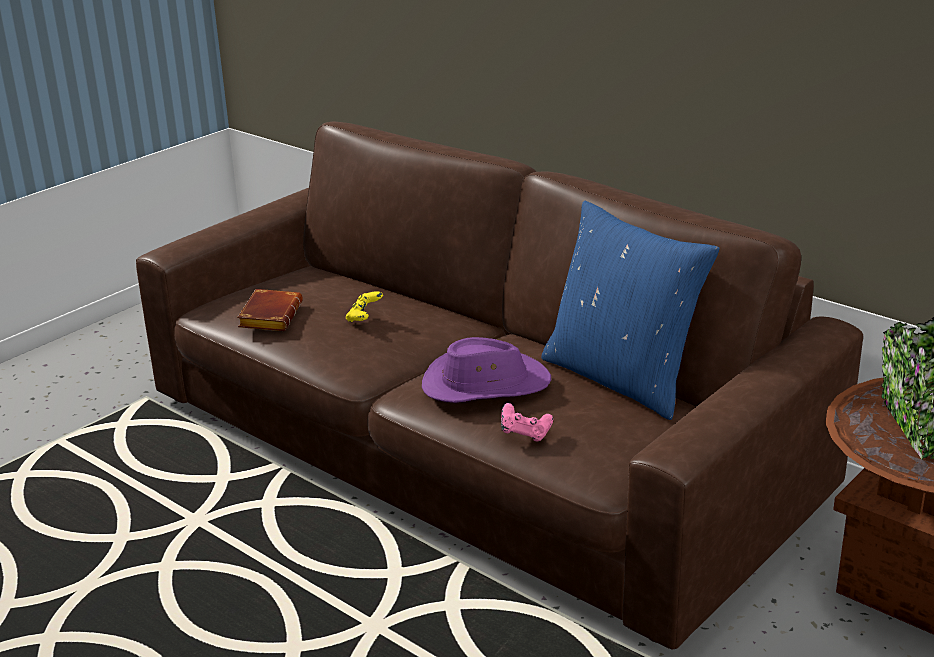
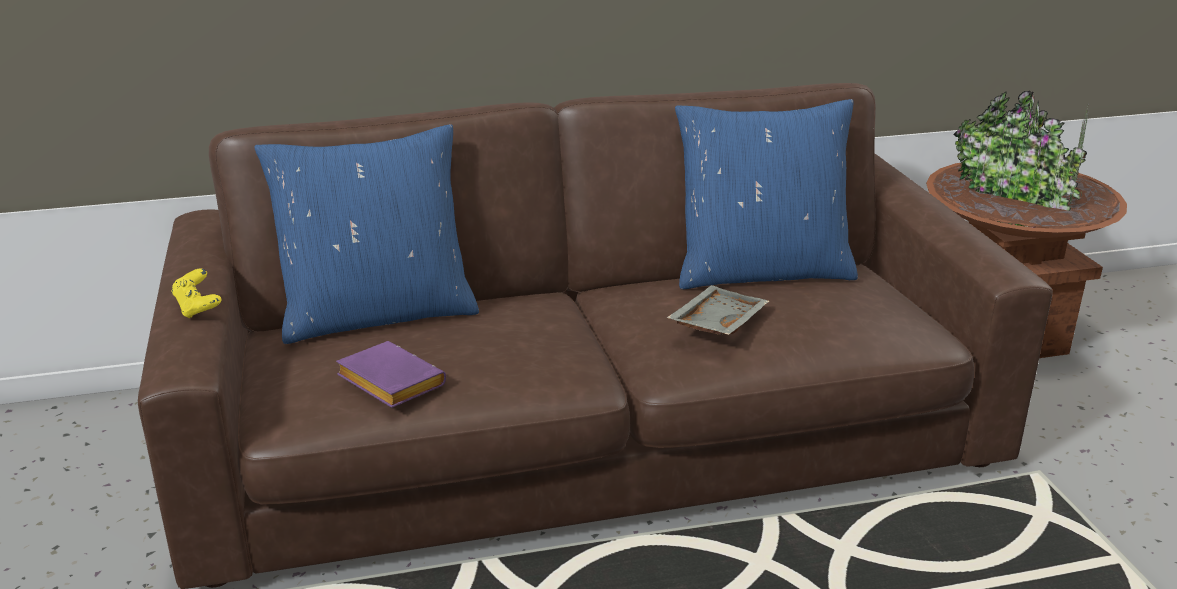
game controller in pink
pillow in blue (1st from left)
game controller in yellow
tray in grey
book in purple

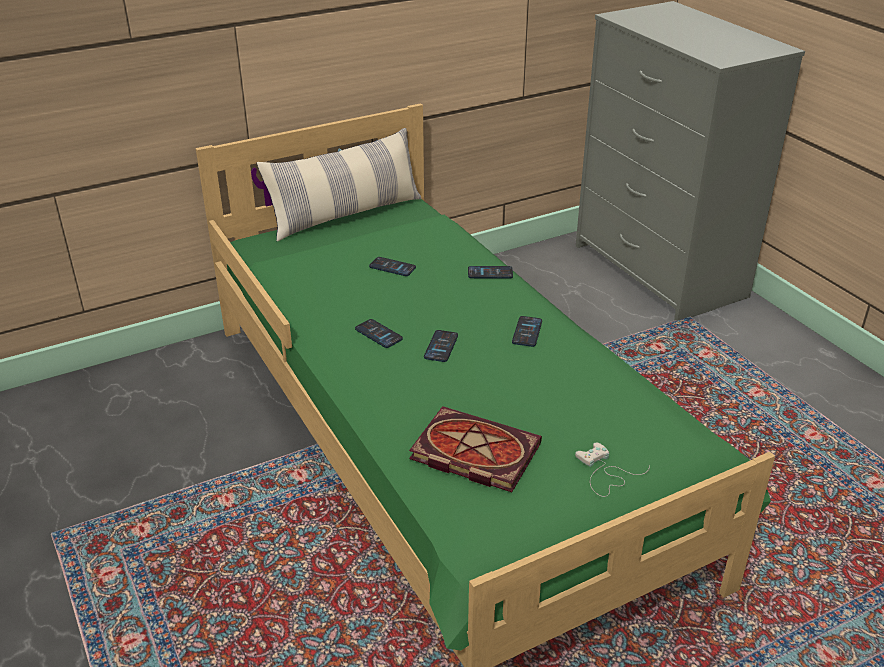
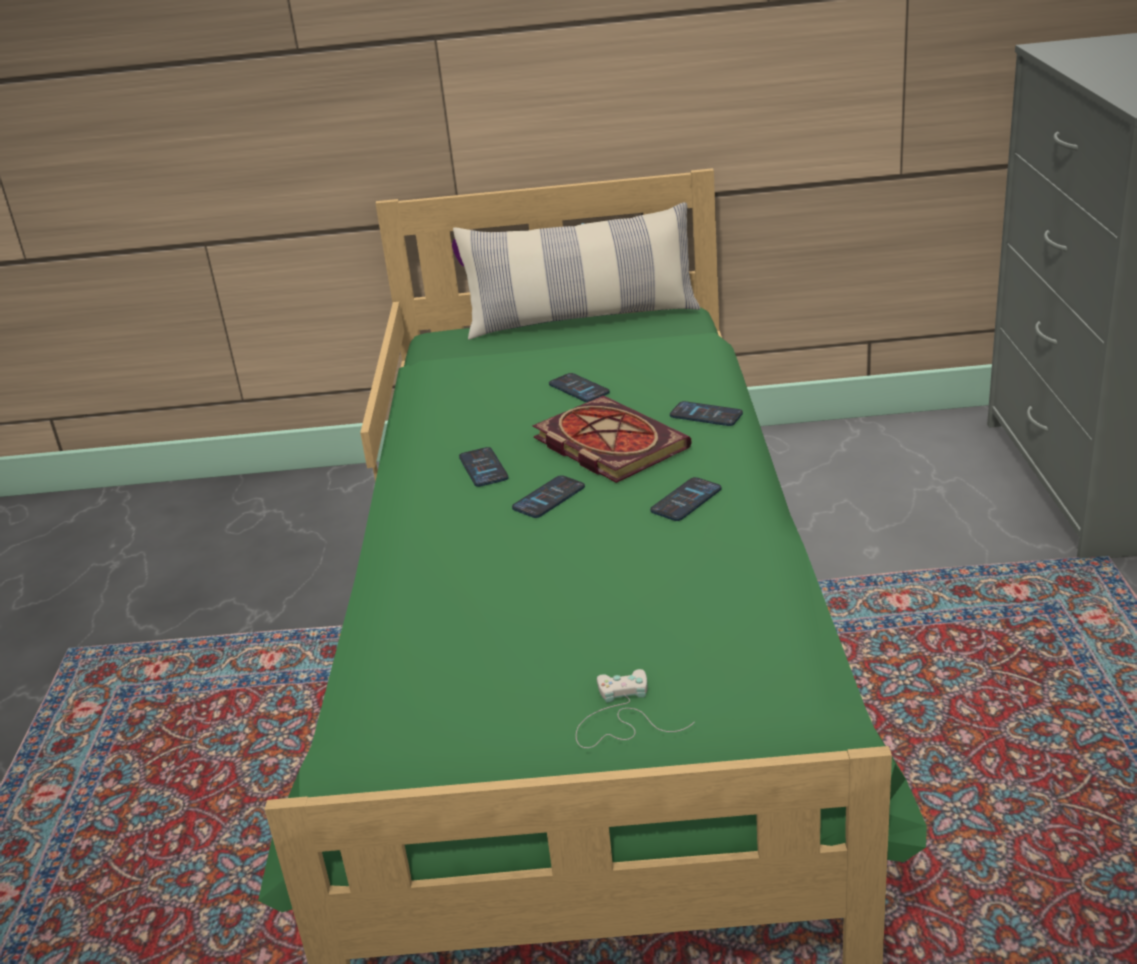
book

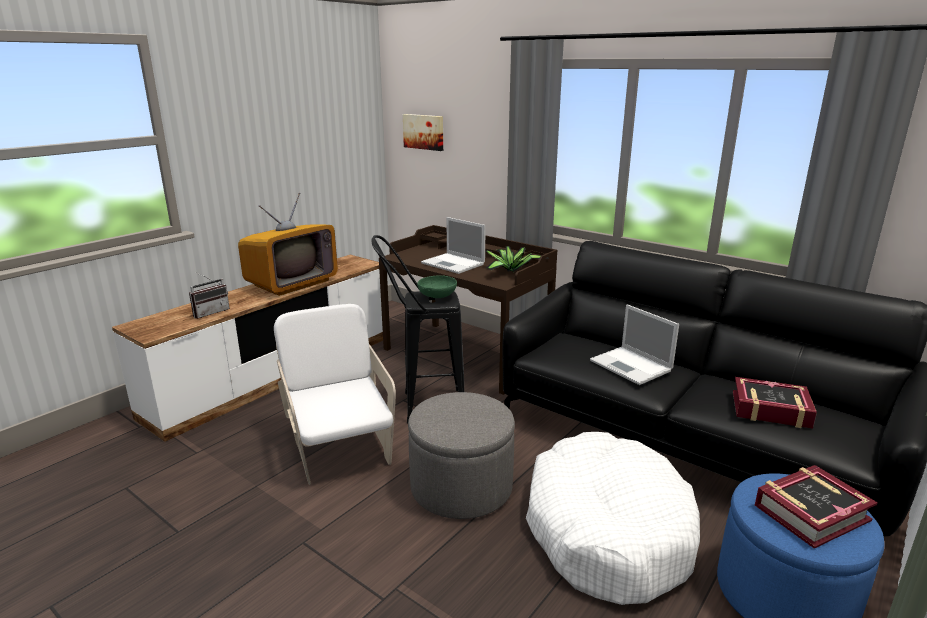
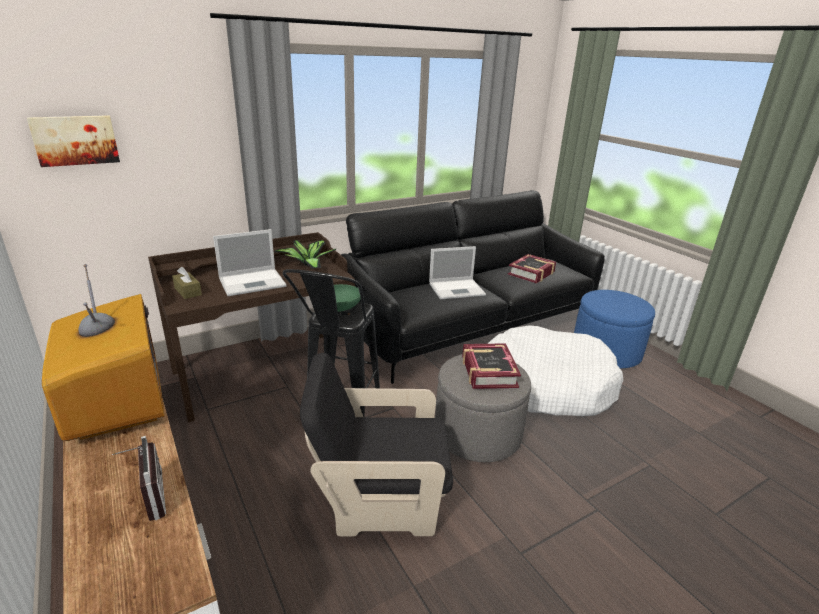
tissue box in brown
book (1st from left)
armchair in black

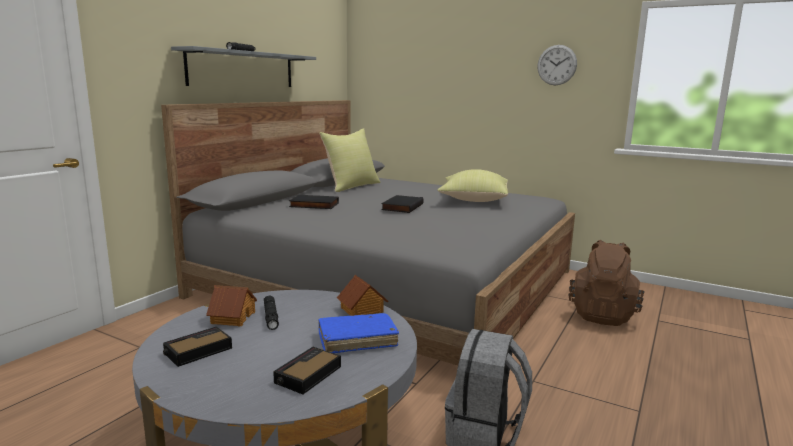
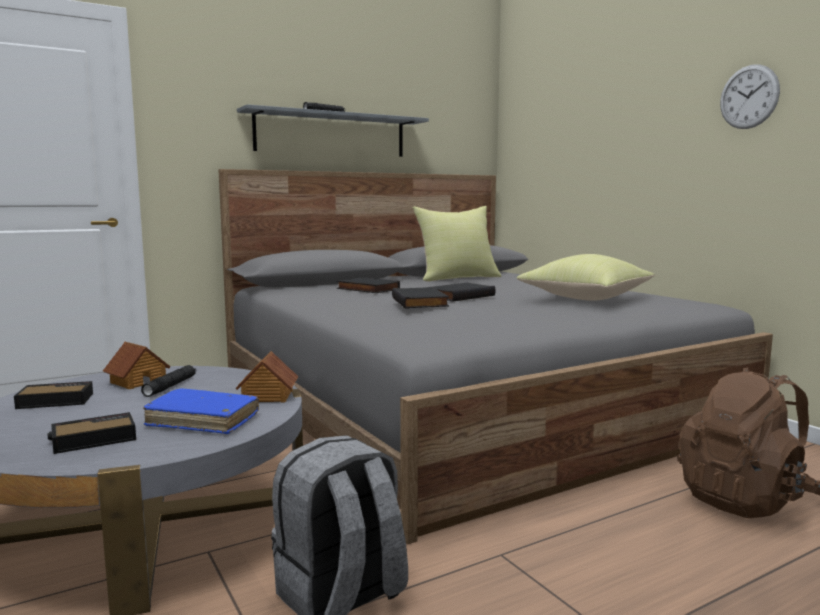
book in black (2nd from left)

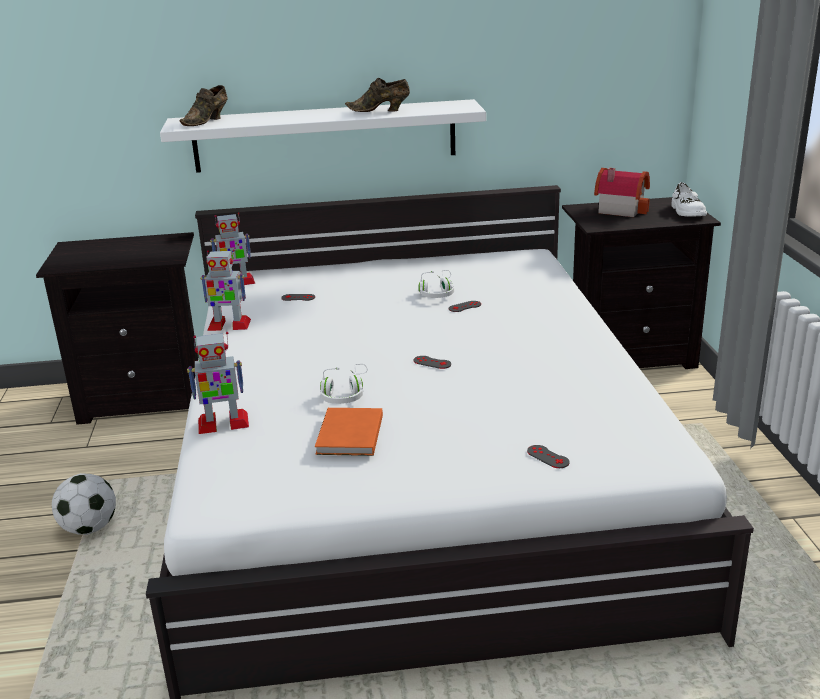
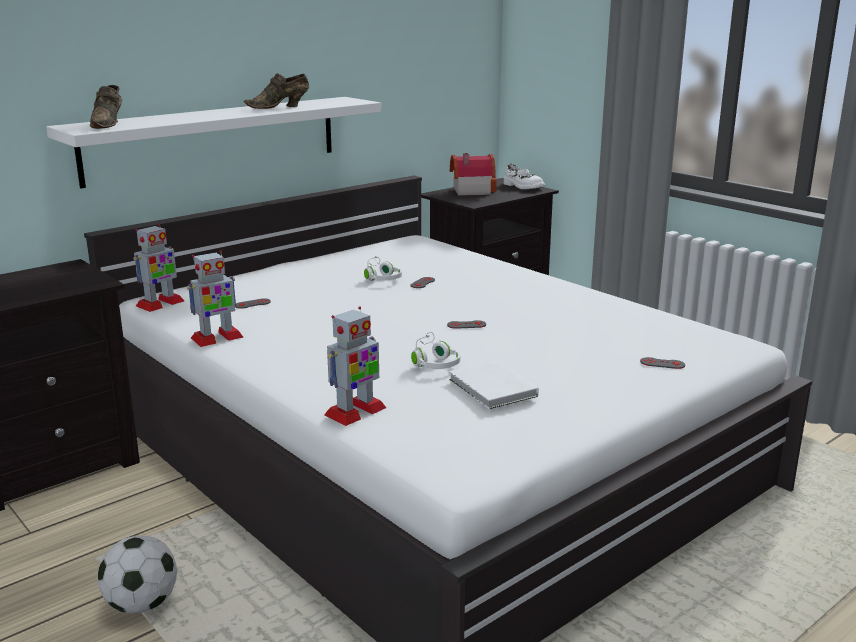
book in white

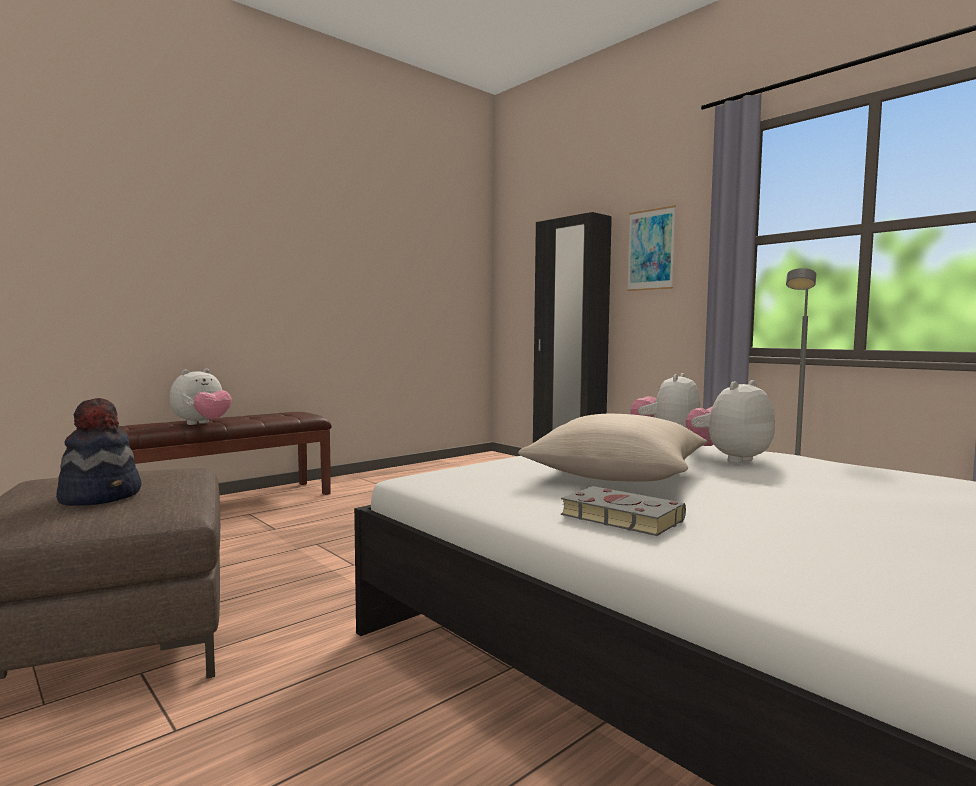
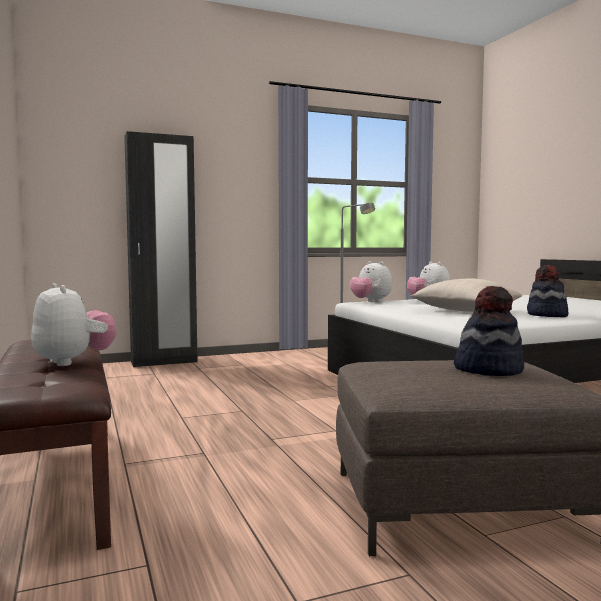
picture
hat (2nd from left)

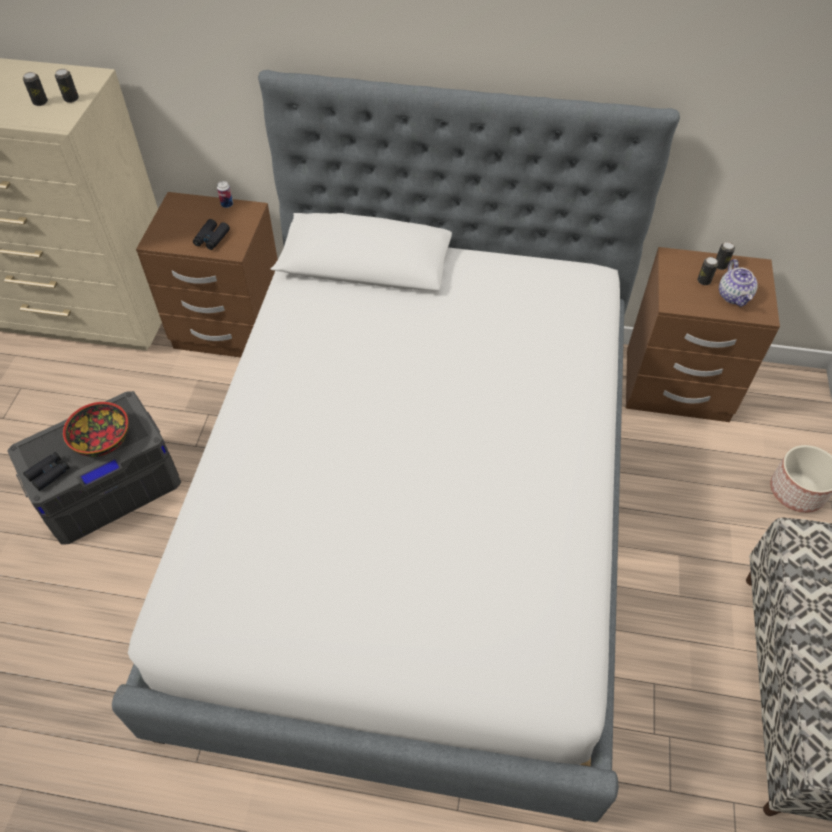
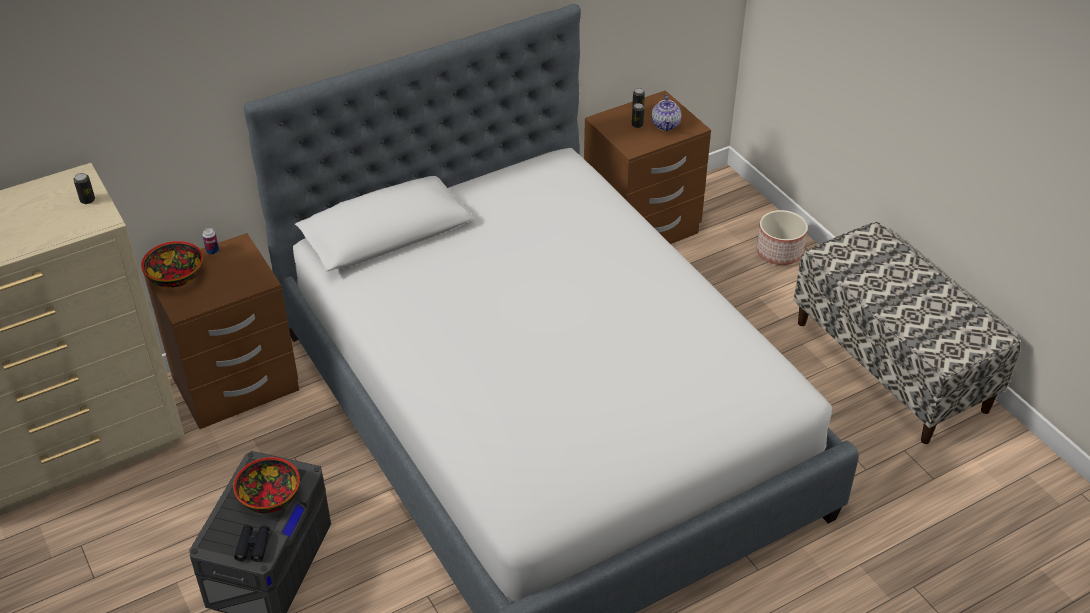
can (1st from left in the first image)
binoculars in black (2nd from left in the first image)
bowl (1st from left)
teapot

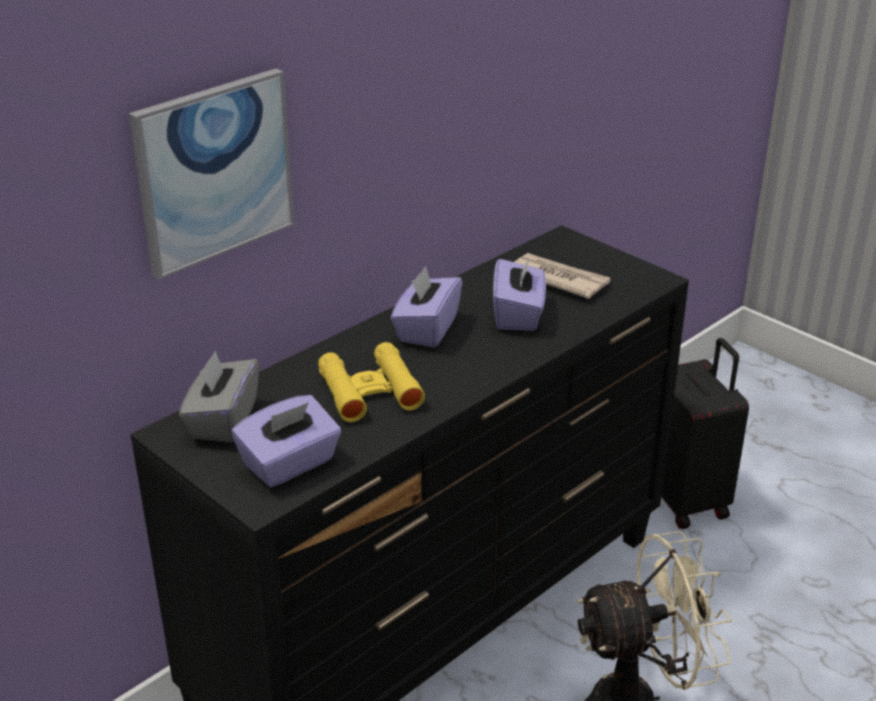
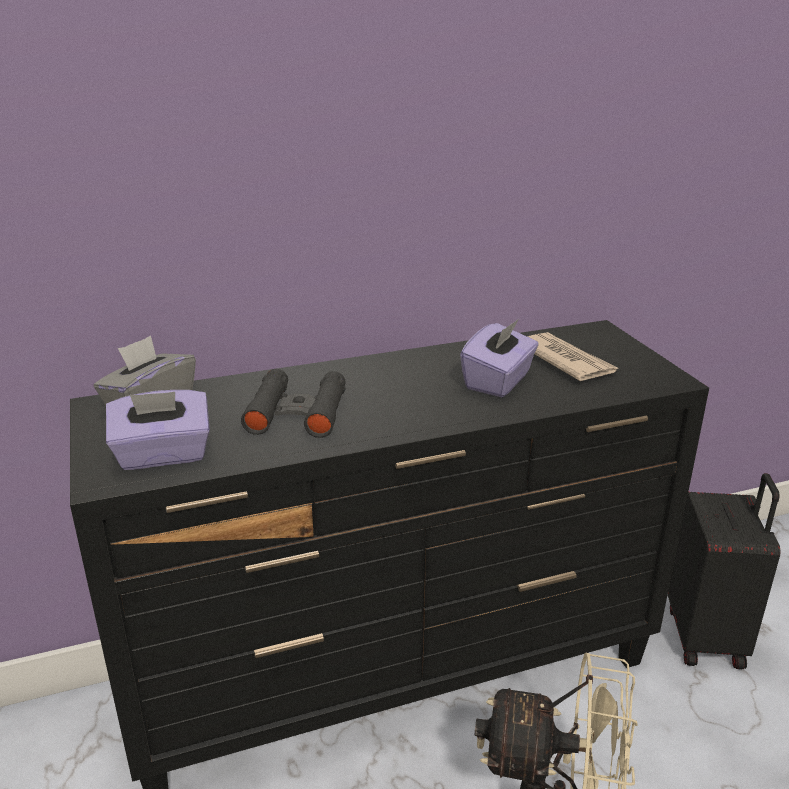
picture
tissue box in purple (2nd from left in the first image)
binoculars in black

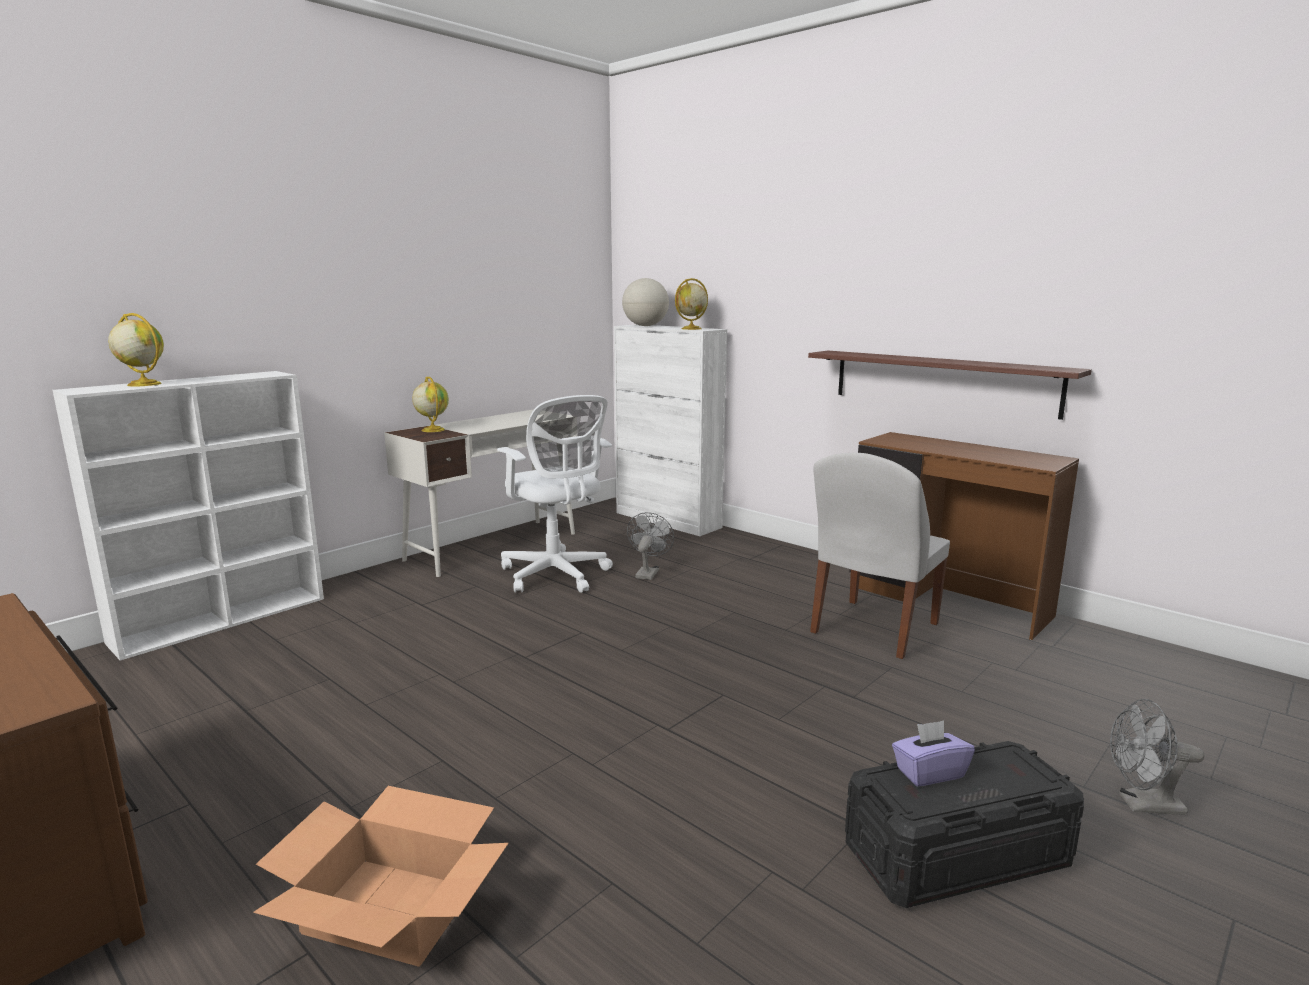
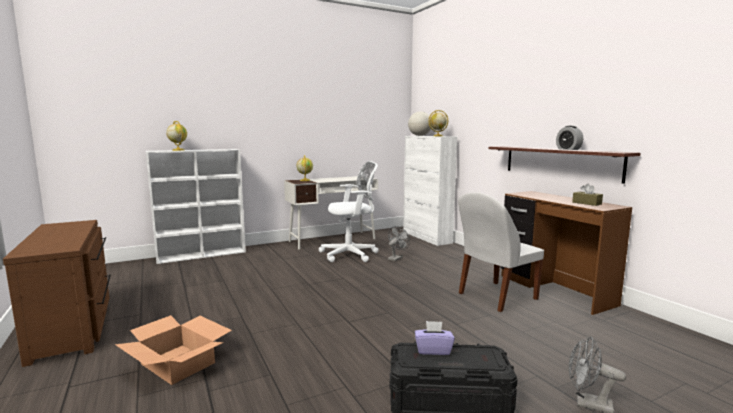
alarm clock
tissue box in brown
office chair in white

